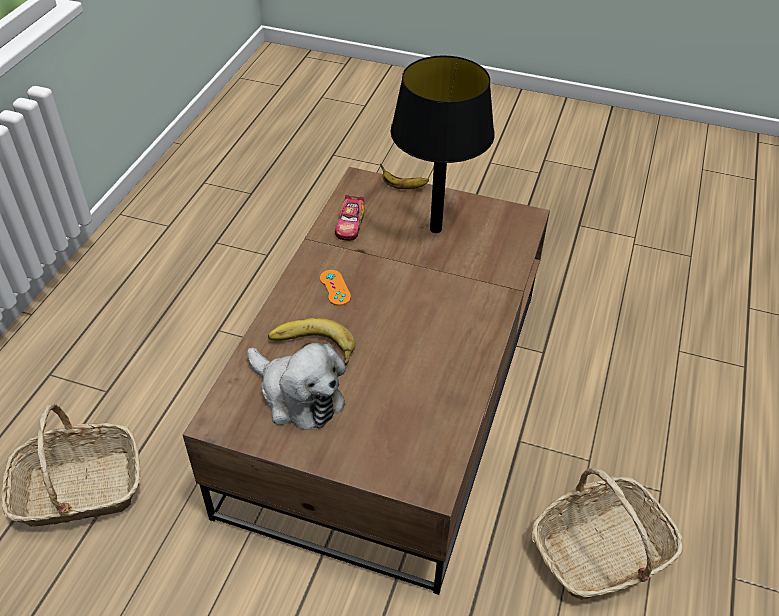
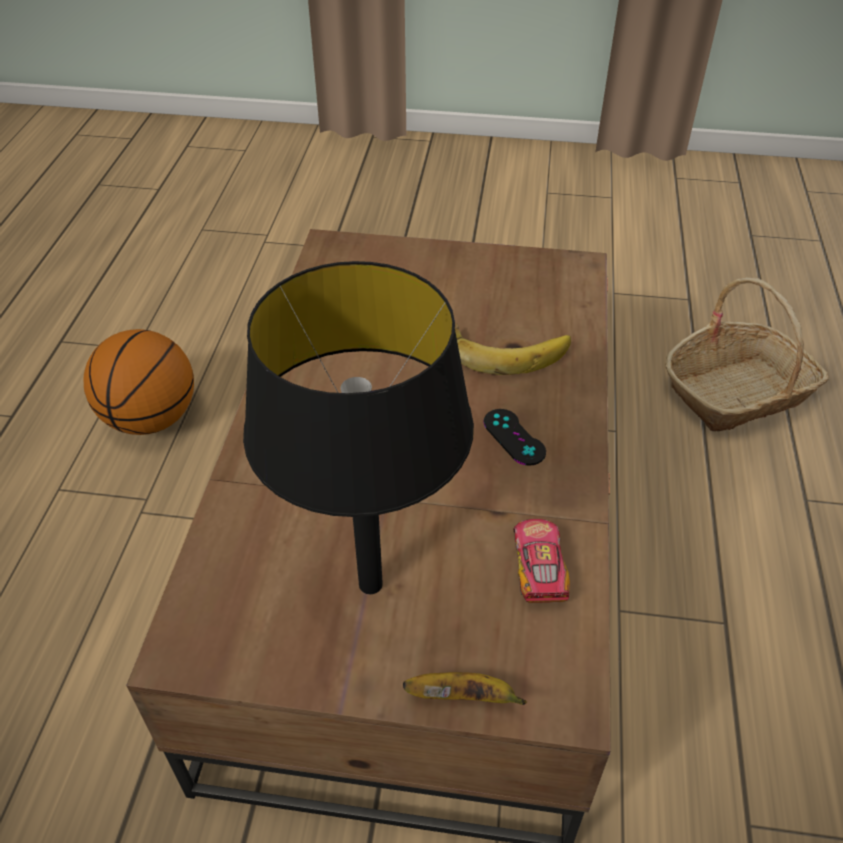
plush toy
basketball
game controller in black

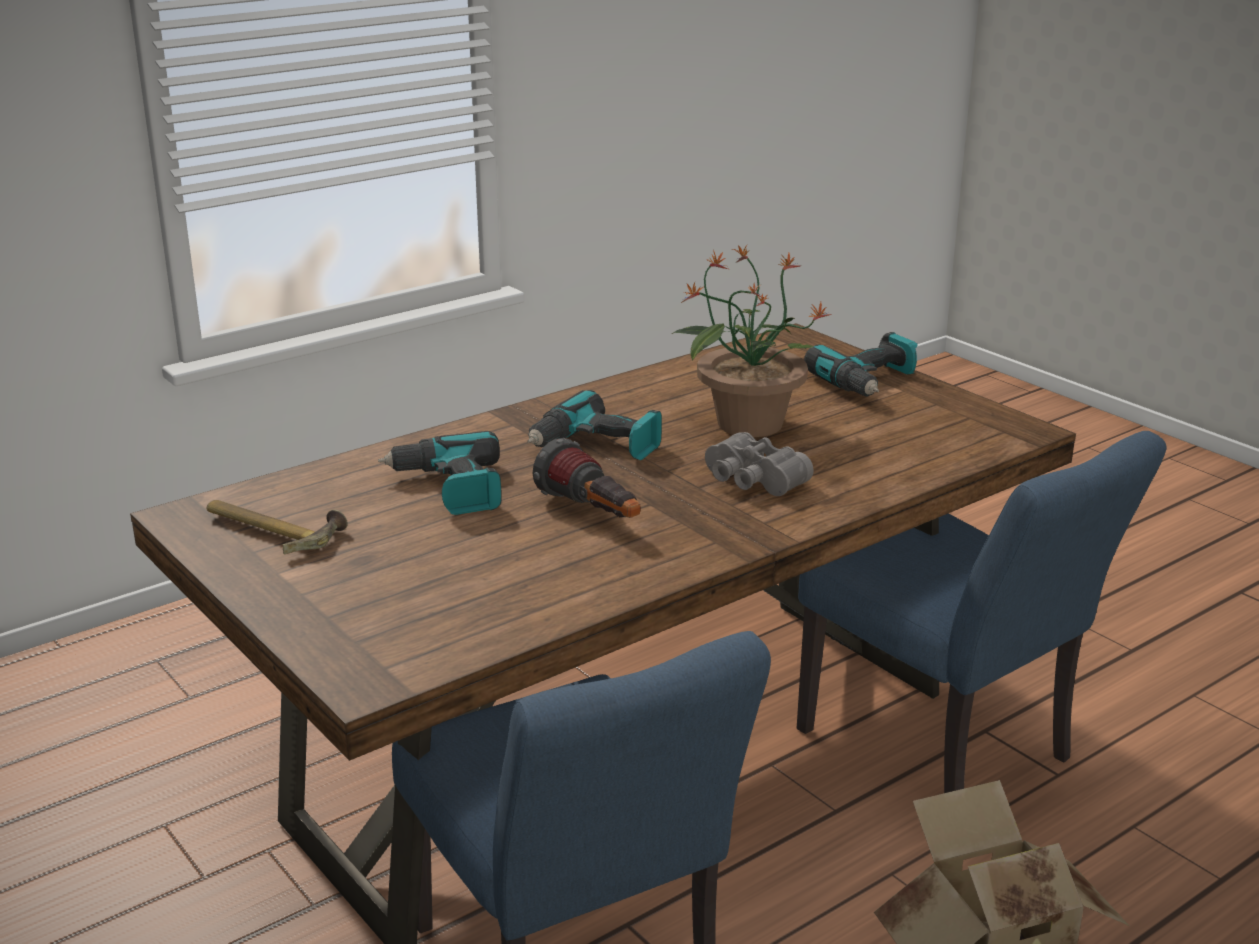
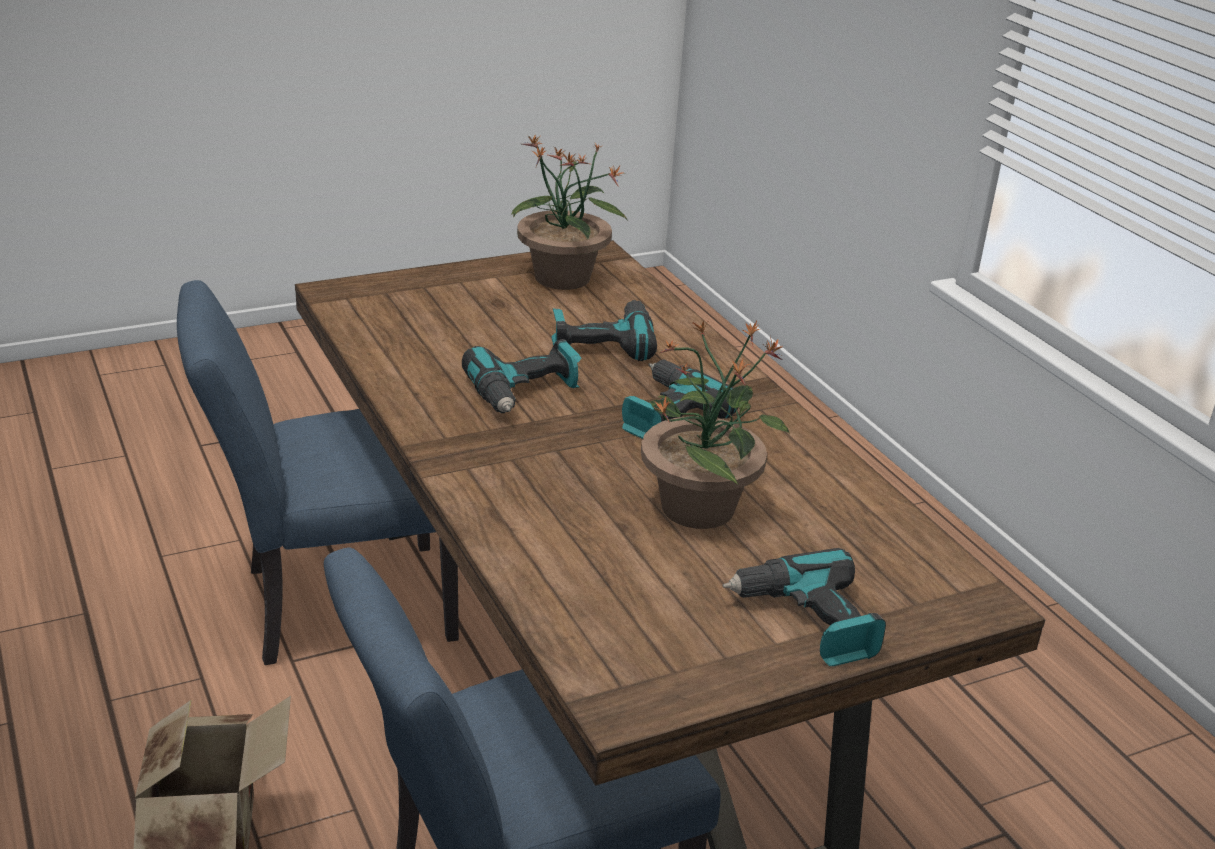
binoculars in grey
potted plant (1st from left)
power drill (1st from left)

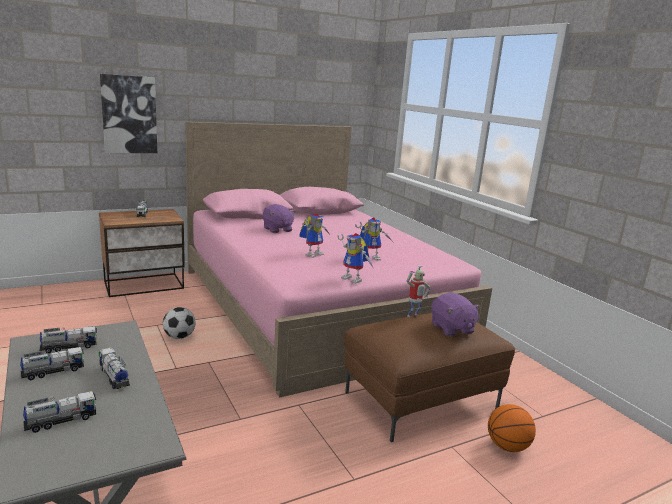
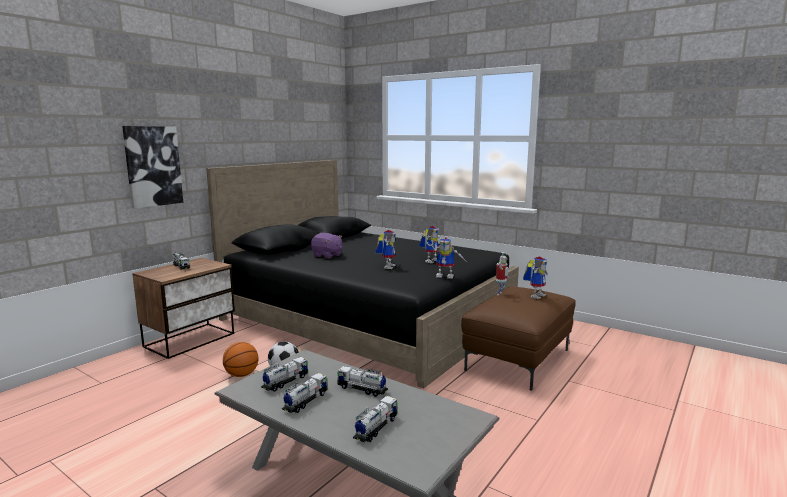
basketball
toy robot (5th from left)
bed in black

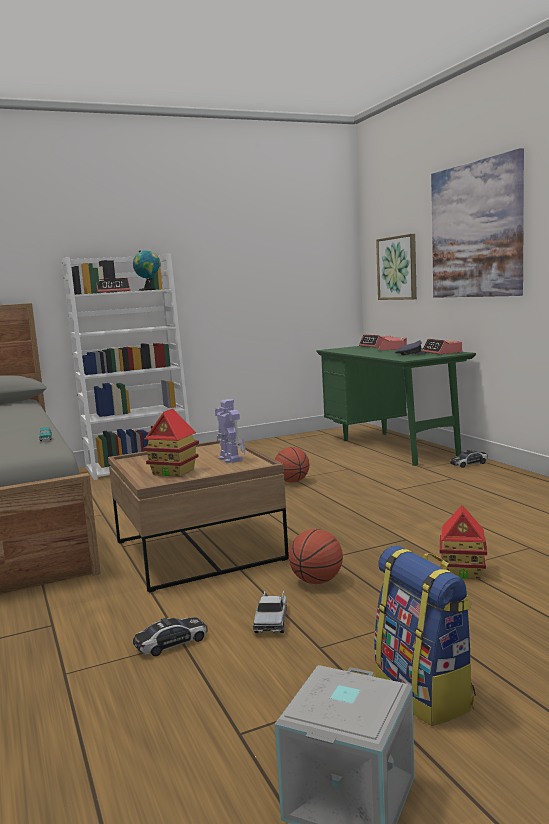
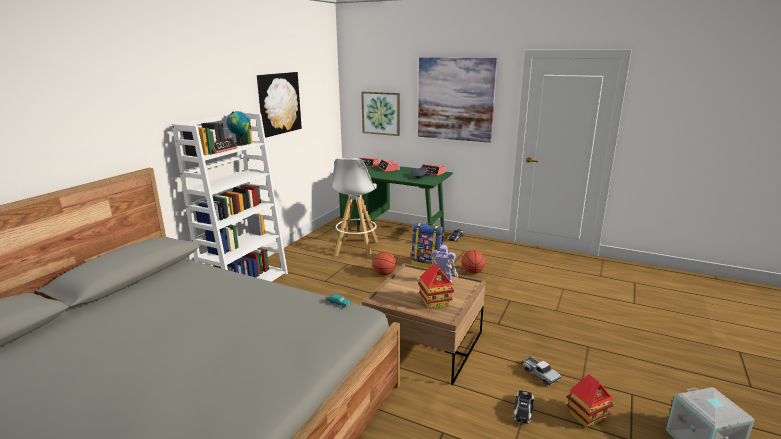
picture (1st from left)
stool in white
basketball (2nd from left)
backpack
toy house (2nd from left)

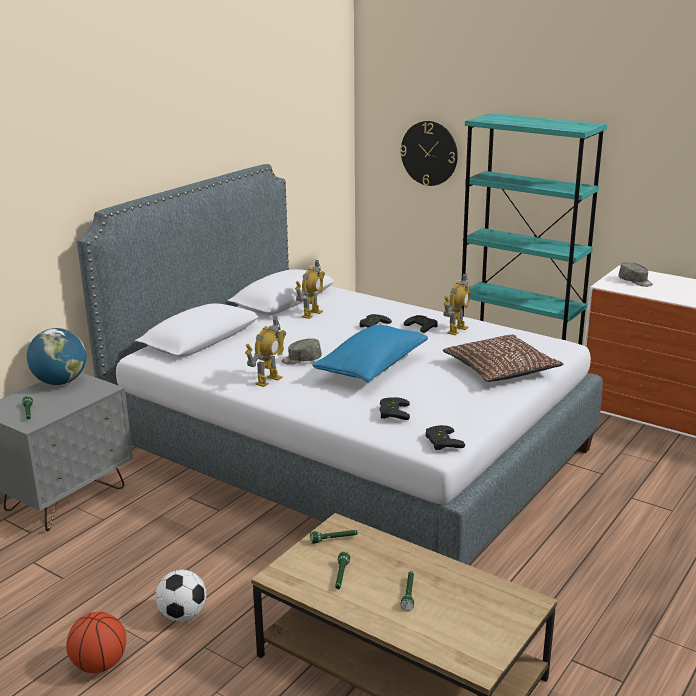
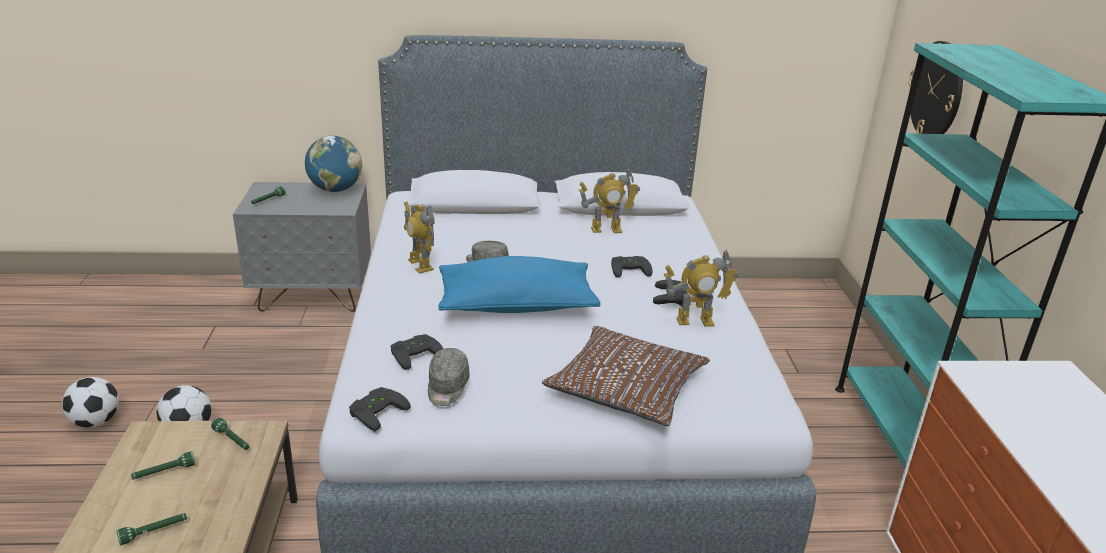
cap in grey (1st from left)
football (1st from left)
toy robot (1st from left)

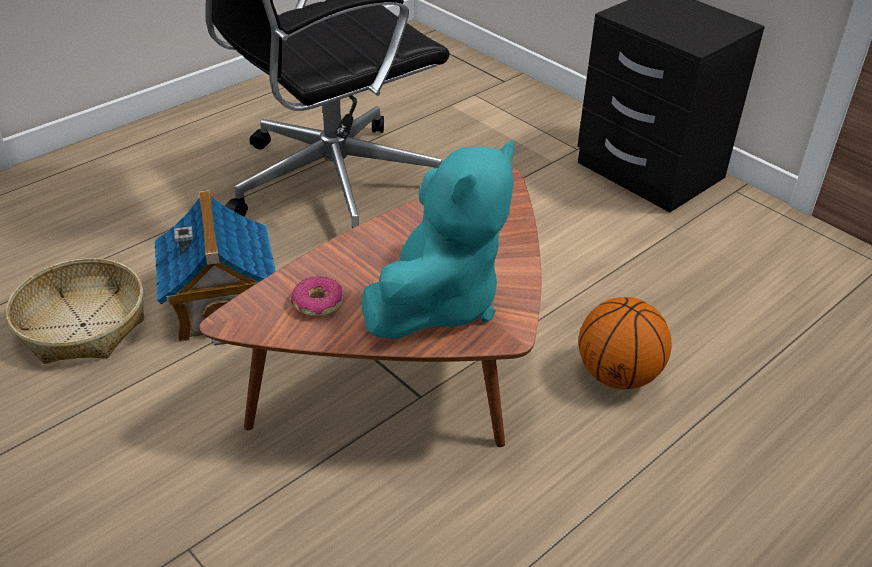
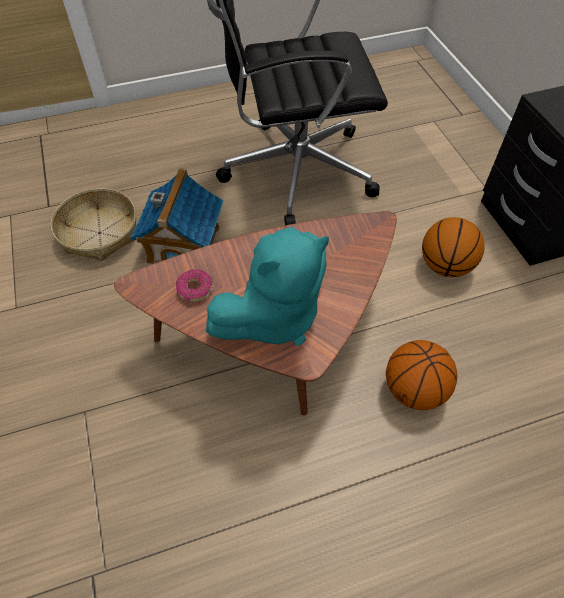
basketball (2nd from left)

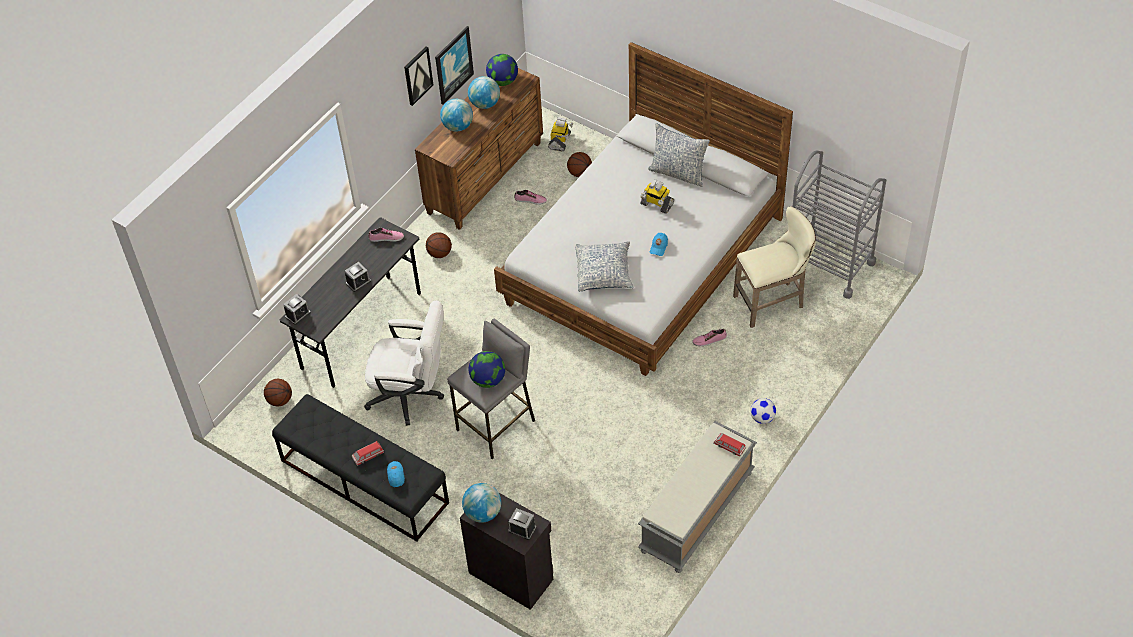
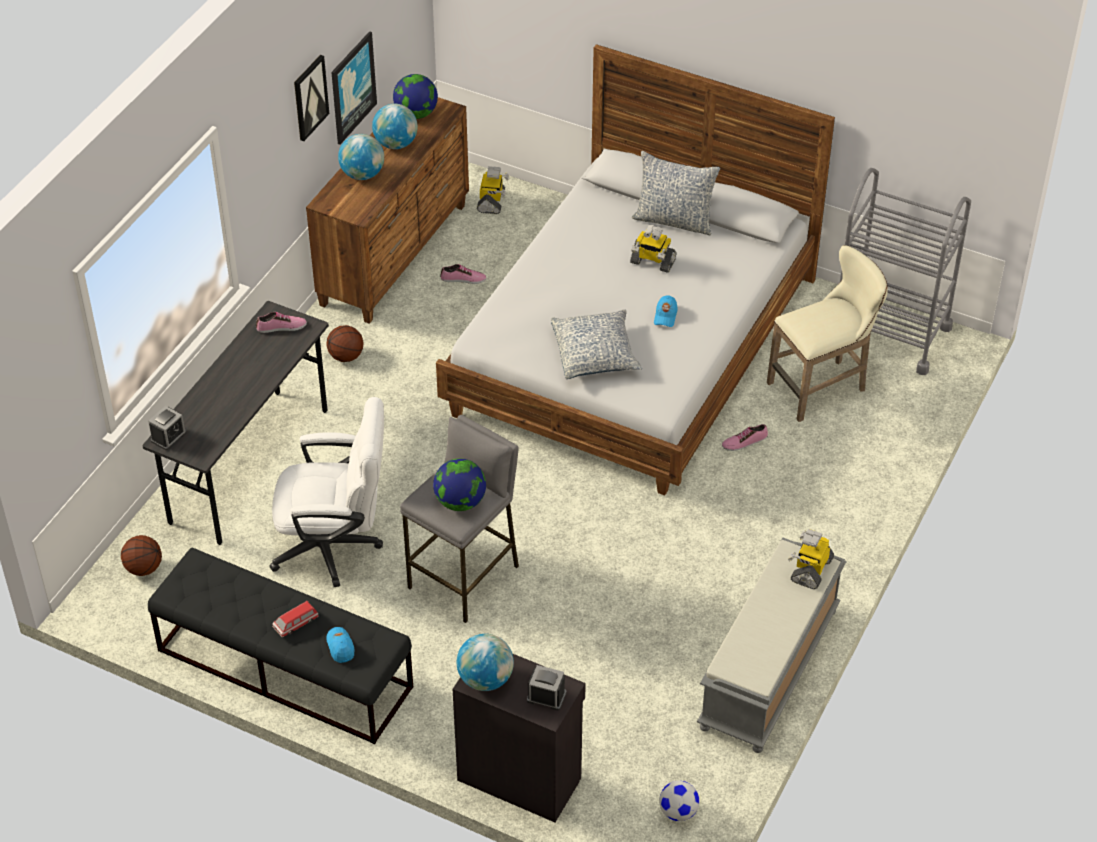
alarm clock (2nd from left in the first image)
basketball (3rd from left in the first image)
football
toy robot (3rd from left)

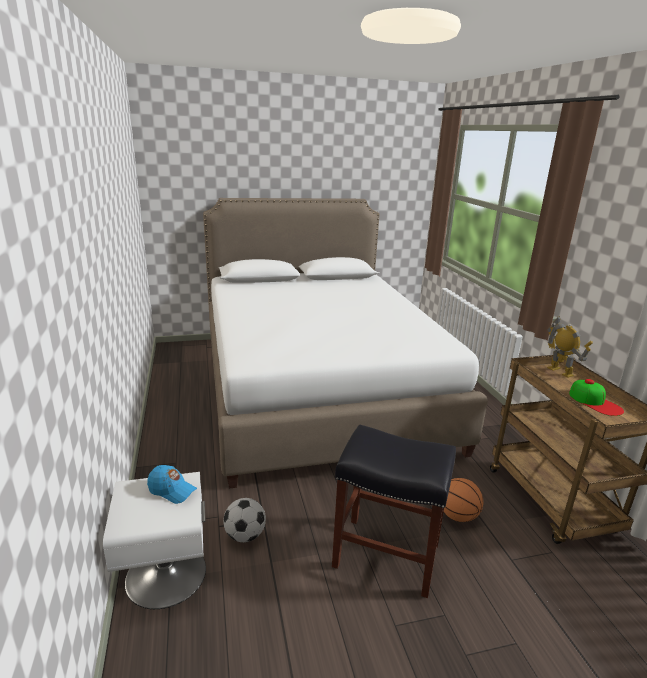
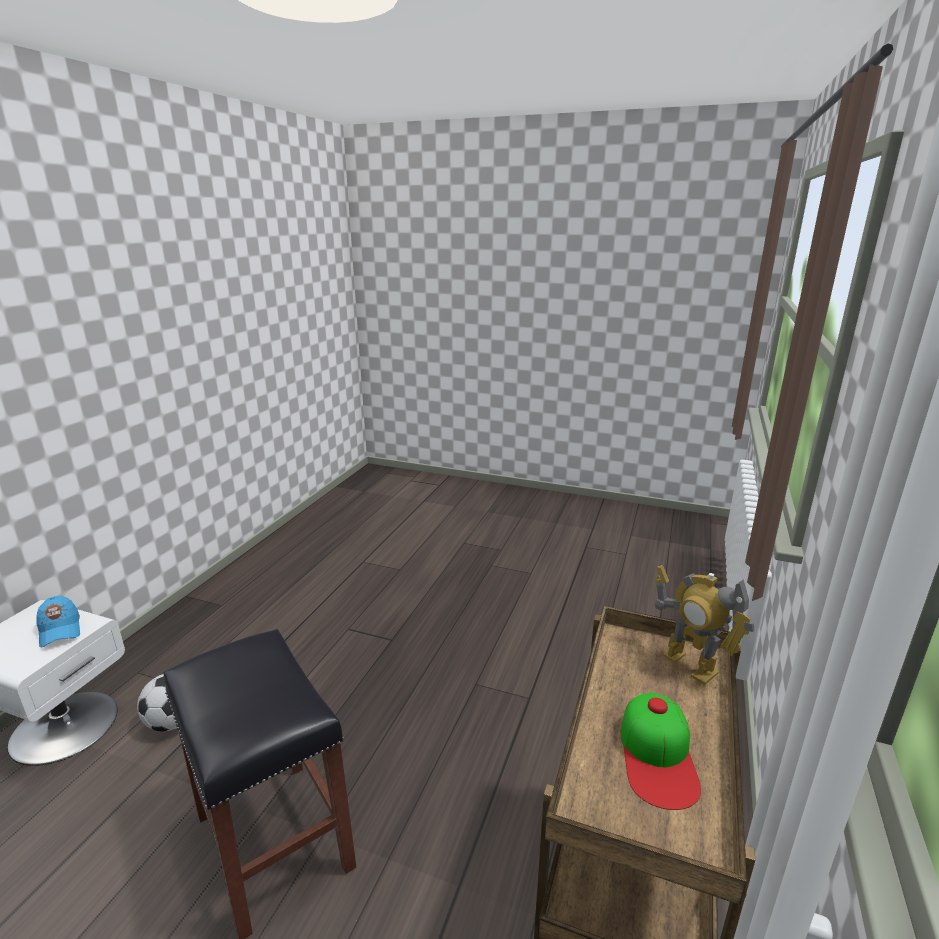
bed in white
basketball
toy robot

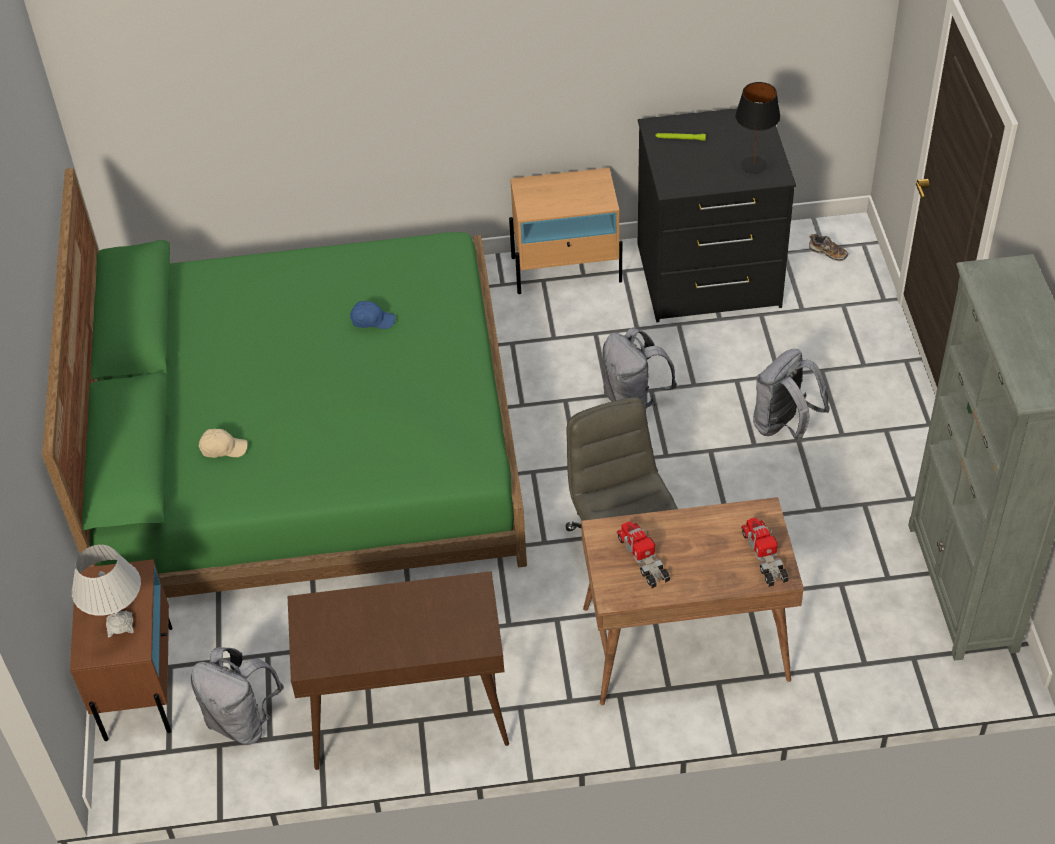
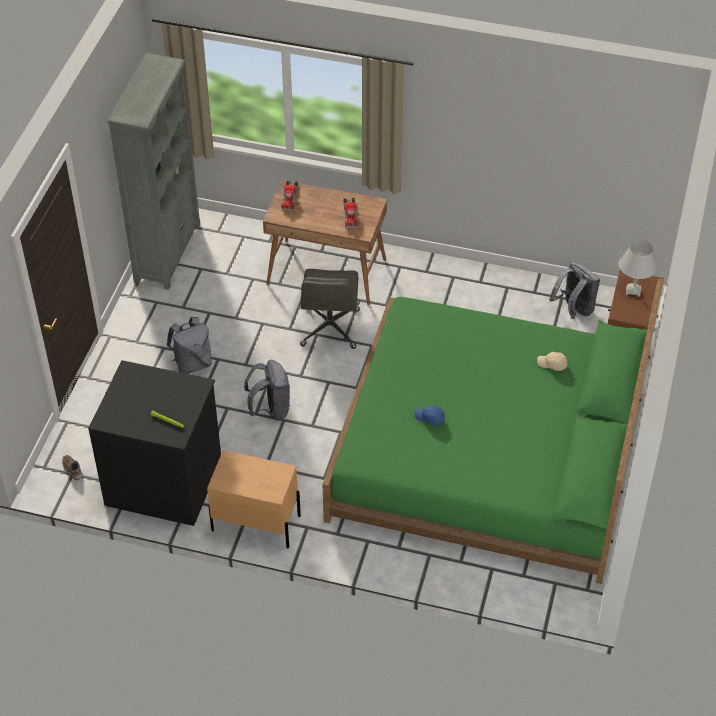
console table in brown
table lamp in black

